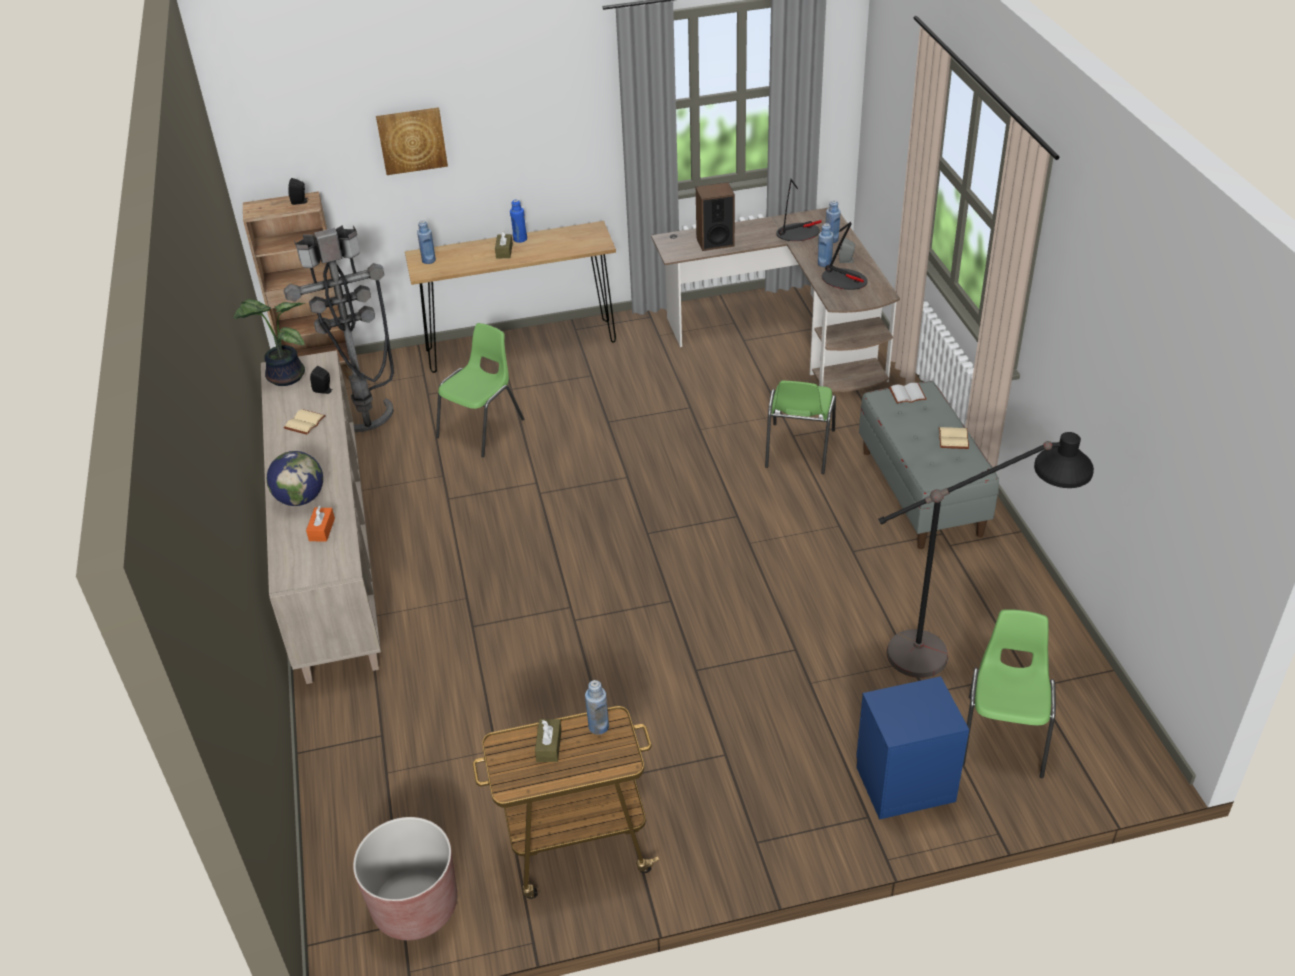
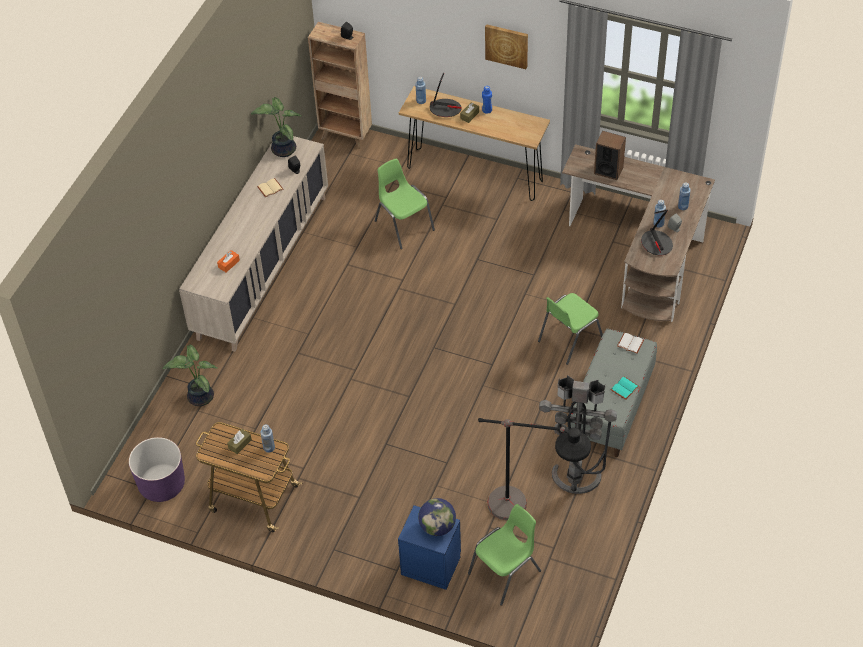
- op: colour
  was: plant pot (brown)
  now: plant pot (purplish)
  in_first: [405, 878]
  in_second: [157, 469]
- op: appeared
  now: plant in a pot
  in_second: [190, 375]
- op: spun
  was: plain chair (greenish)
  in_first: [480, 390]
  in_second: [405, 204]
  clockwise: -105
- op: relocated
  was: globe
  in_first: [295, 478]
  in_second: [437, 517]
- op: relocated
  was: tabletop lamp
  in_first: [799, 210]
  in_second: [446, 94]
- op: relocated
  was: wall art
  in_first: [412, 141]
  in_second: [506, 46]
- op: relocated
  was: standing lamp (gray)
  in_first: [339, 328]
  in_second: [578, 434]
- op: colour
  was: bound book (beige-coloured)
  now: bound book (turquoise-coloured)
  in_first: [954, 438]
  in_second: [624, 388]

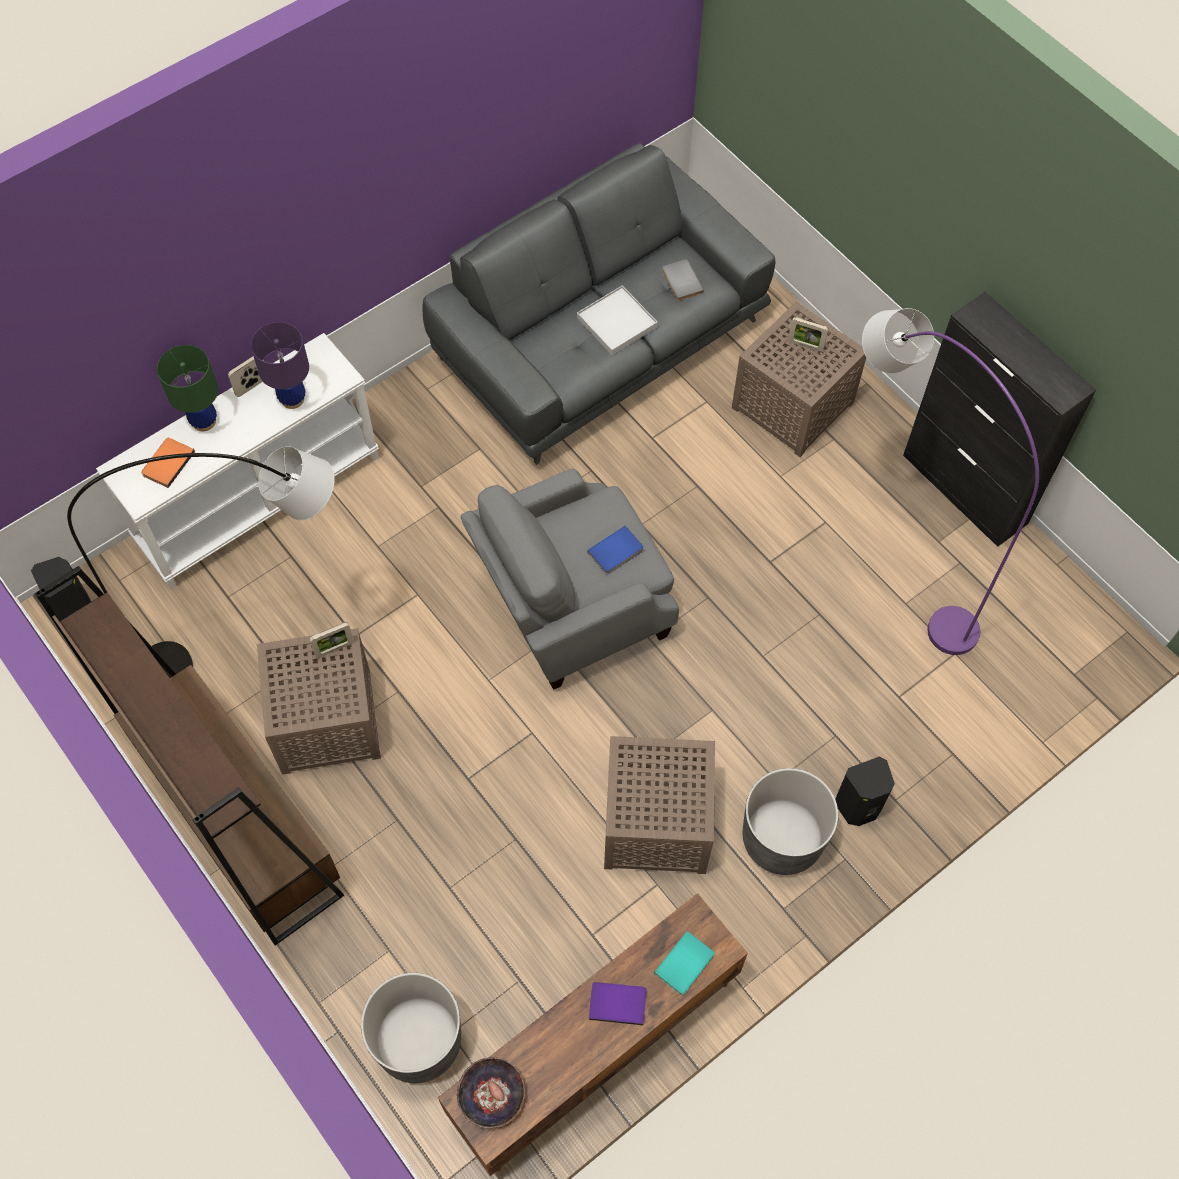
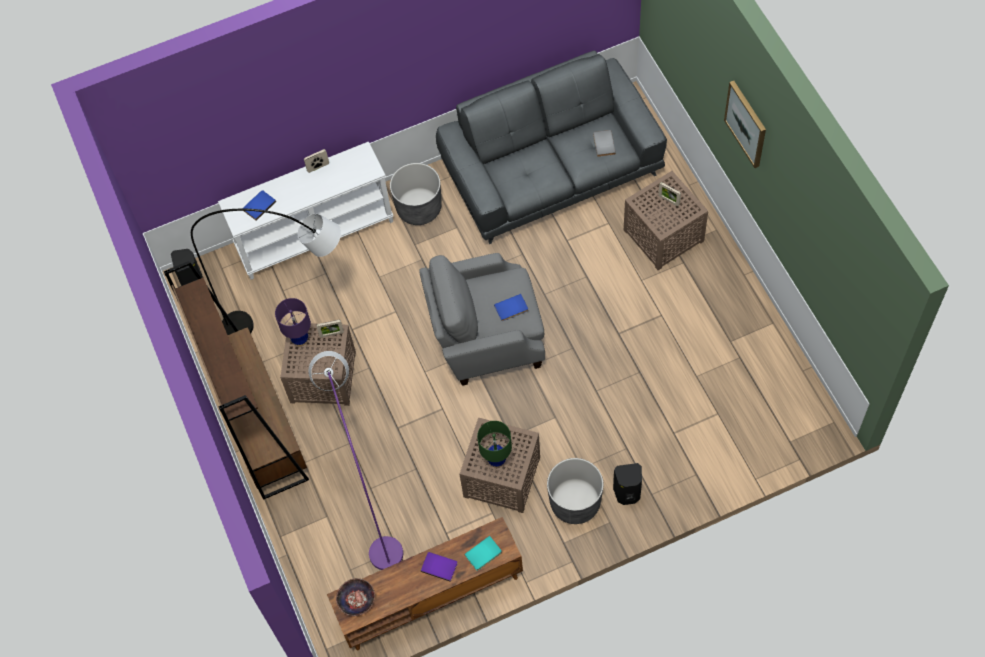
- op: colour
  was: bound book (orange)
  now: bound book (blue-coloured)
  in_first: [168, 463]
  in_second: [259, 205]
- op: relocated
  was: tabletop lamp (purplish)
  in_first: [280, 365]
  in_second: [293, 322]
- op: relocated
  was: standing lamp (purplish)
  in_first: [950, 481]
  in_second: [356, 460]
- op: relocated
  was: plant pot (gray)
  in_first: [411, 1028]
  in_second: [416, 194]
- op: relocated
  was: tabletop lamp (greenish)
  in_first: [187, 388]
  in_second: [494, 444]
- op: appeared
  now: wall art
  in_second: [745, 124]
- op: missing
  was: tray (white)
  in_first: [617, 320]
- op: missing
  was: cabinet (blackish)
  in_first: [999, 419]

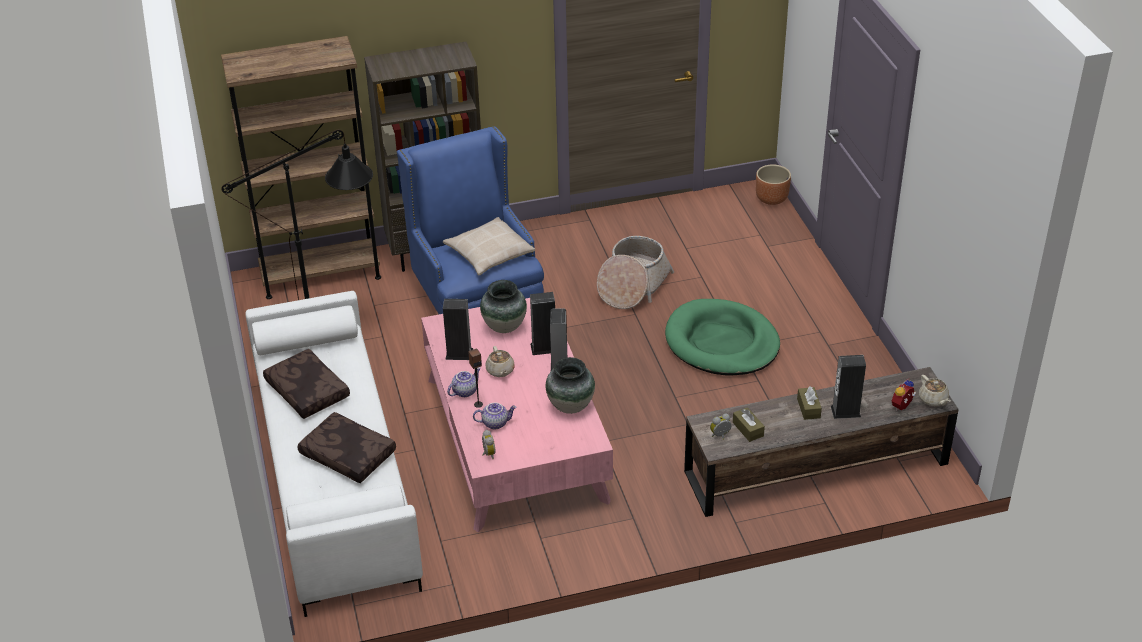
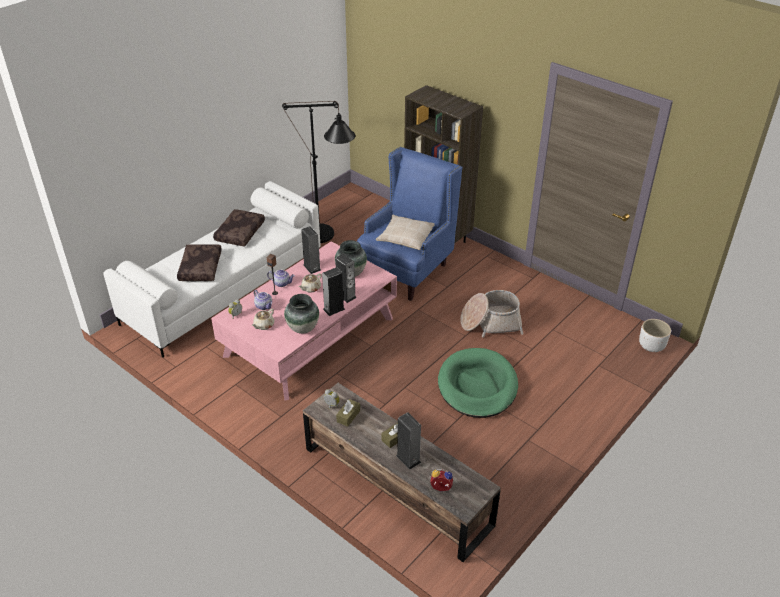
- op: relocated
  was: tea pot (beige-coloured)
  in_first: [935, 390]
  in_second: [262, 319]
- op: colour
  was: plant pot (brown)
  now: plant pot (white)
  in_first: [773, 184]
  in_second: [655, 335]
- op: missing
  was: bookshelf (brown)
  in_first: [301, 167]

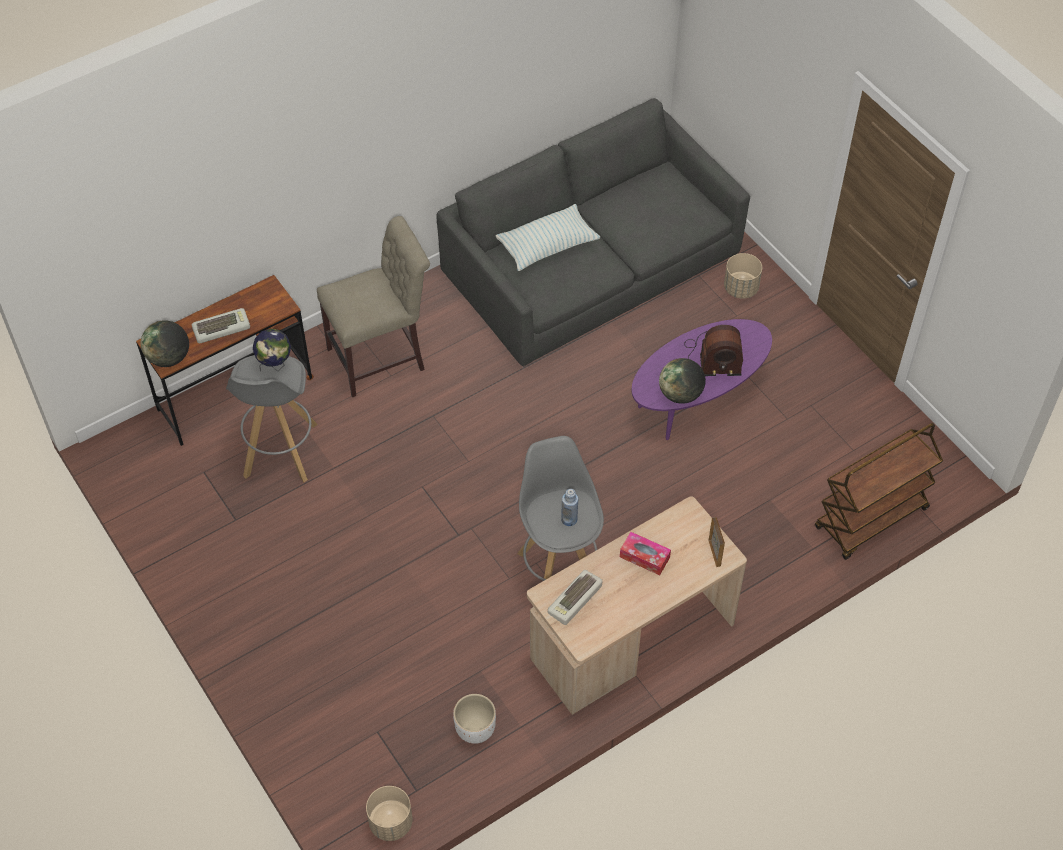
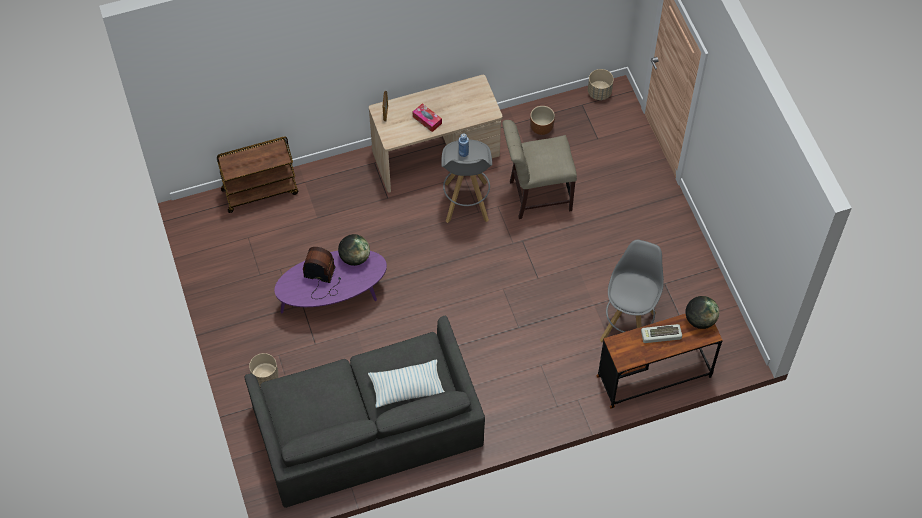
- op: relocated
  was: plain chair (beige-coloured)
  in_first: [373, 306]
  in_second: [539, 169]
- op: colour
  was: plant pot (white)
  now: plant pot (brown)
  in_first: [474, 719]
  in_second: [542, 120]
- op: missing
  was: globe
  in_first: [272, 350]
- op: missing
  was: computer keyboard
  in_first: [575, 597]

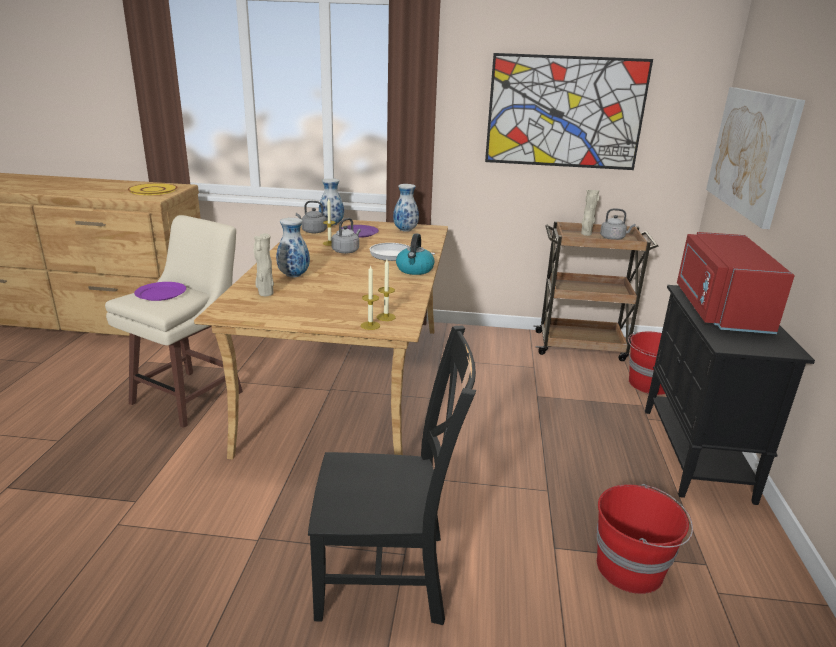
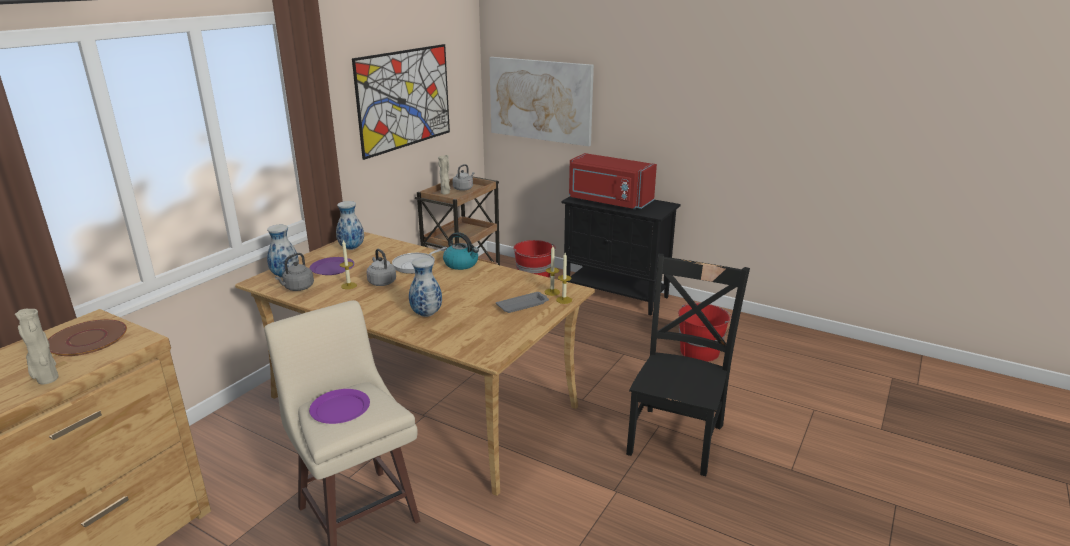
- op: relocated
  was: vase (beige-coloured)
  in_first: [263, 264]
  in_second: [36, 346]
- op: colour
  was: flat dish (yellowish)
  now: flat dish (brown)
  in_first: [152, 189]
  in_second: [87, 337]
- op: appeared
  now: tray (gray)
  in_second: [522, 302]

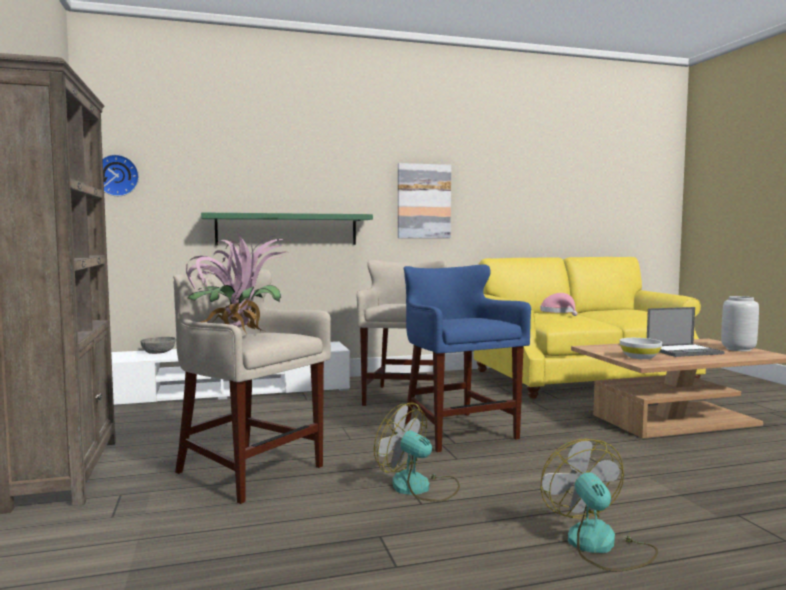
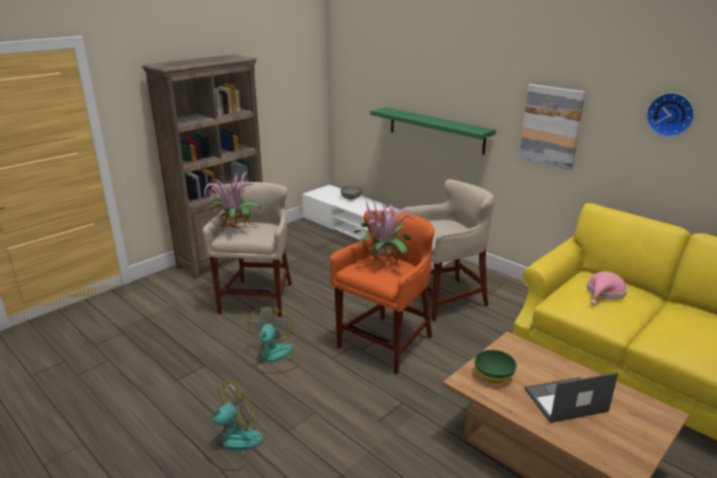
- op: colour
  was: stool (blue-coloured)
  now: stool (orange)
  in_first: [467, 359]
  in_second: [382, 292]
- op: appeared
  now: plant in a pot
  in_second: [386, 234]
- op: colour
  was: serving bowl (white)
  now: serving bowl (greenish)
  in_first: [641, 348]
  in_second: [496, 366]
- op: spun
  was: notebook computer
  in_first: [686, 332]
  in_second: [571, 397]
  clockwise: 120
- op: relocated
  was: hanging clock
  in_first: [121, 175]
  in_second: [670, 115]
- op: missing
  was: vase (gray)
  in_first: [740, 323]

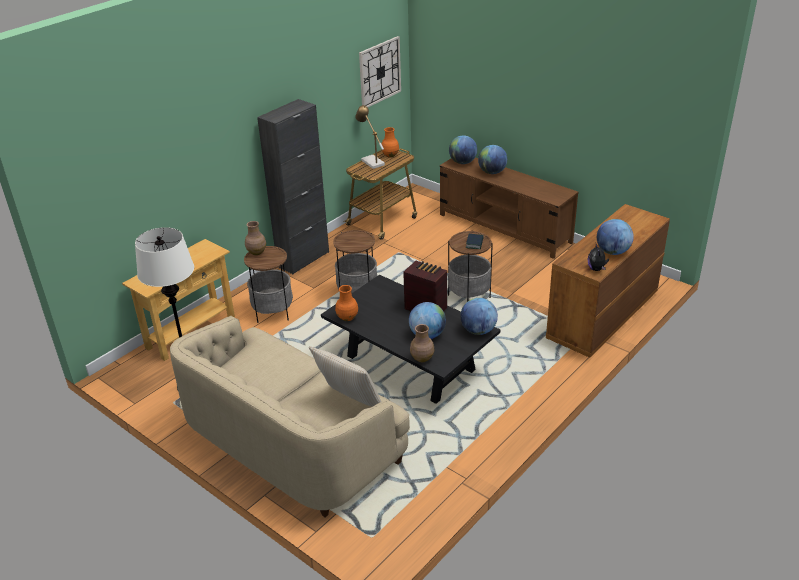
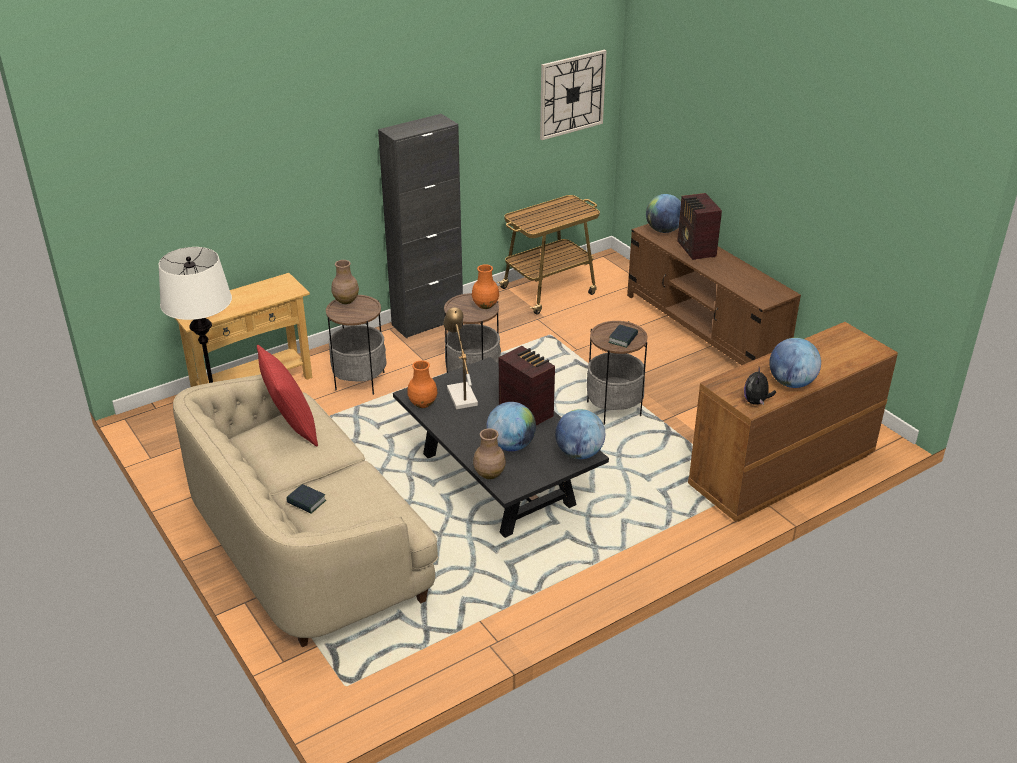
- op: appeared
  now: cushion (reddish)
  in_second: [287, 396]
- op: appeared
  now: bound book
  in_second: [306, 498]
- op: relocated
  was: tabletop lamp
  in_first: [370, 137]
  in_second: [460, 358]
- op: relocated
  was: vase (orange)
  in_first: [390, 142]
  in_second: [485, 286]
- op: exchanged
  was: globe
  now: radio receiver
  in_first: [492, 159]
  in_second: [699, 226]
- op: missing
  was: cushion (beige-coloured)
  in_first: [345, 376]

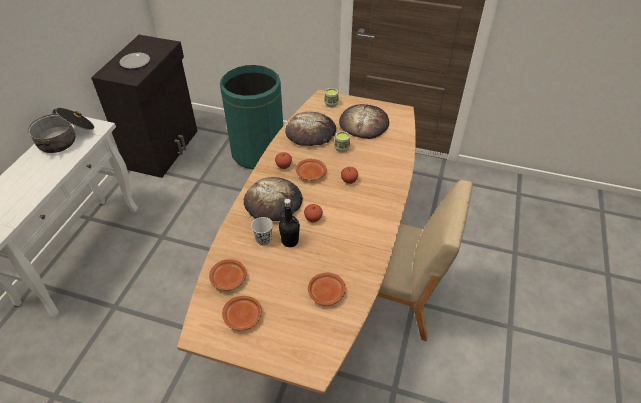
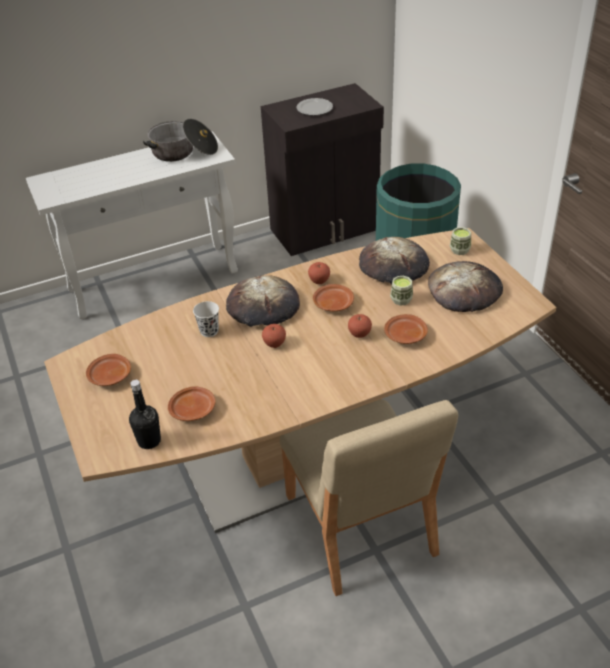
- op: relocated
  was: drink bottle (blackish)
  in_first: [289, 223]
  in_second: [145, 414]
- op: relocated
  was: flat dish (brown)
  in_first: [228, 275]
  in_second: [406, 329]

